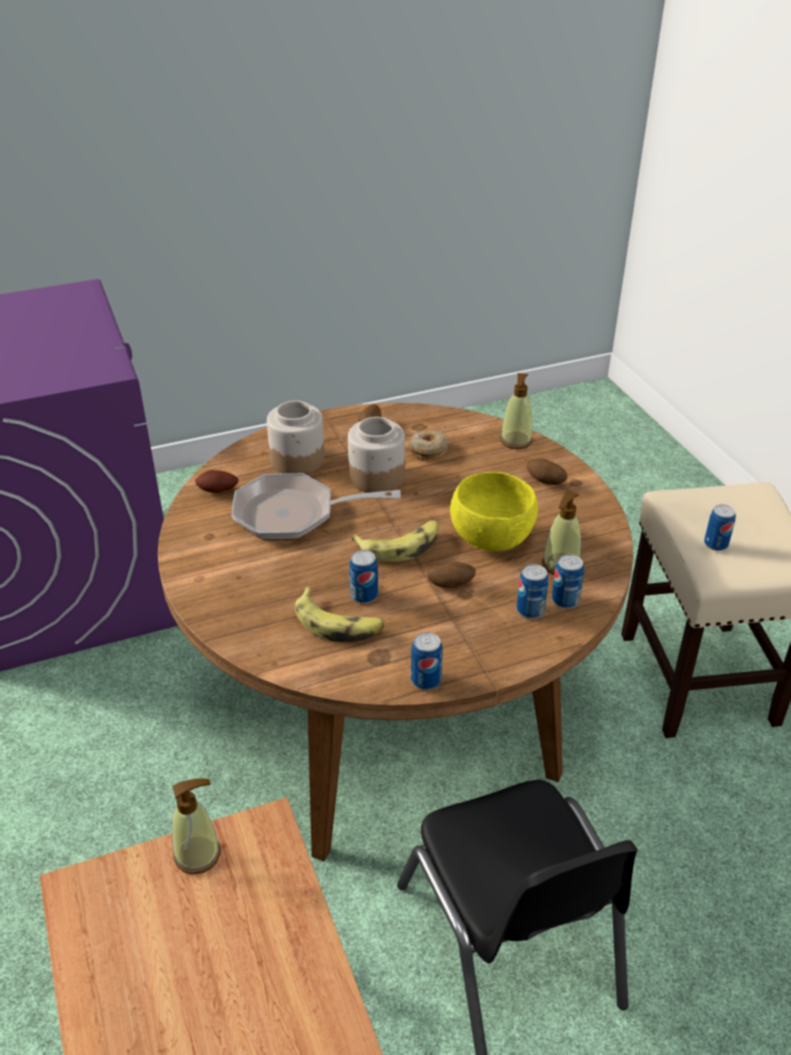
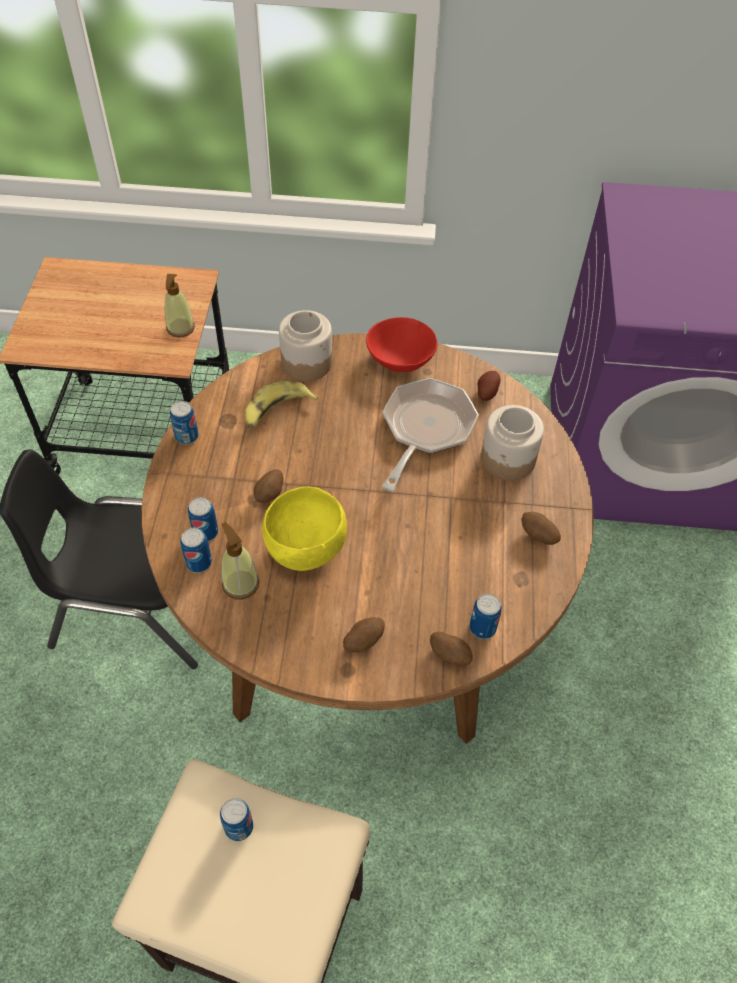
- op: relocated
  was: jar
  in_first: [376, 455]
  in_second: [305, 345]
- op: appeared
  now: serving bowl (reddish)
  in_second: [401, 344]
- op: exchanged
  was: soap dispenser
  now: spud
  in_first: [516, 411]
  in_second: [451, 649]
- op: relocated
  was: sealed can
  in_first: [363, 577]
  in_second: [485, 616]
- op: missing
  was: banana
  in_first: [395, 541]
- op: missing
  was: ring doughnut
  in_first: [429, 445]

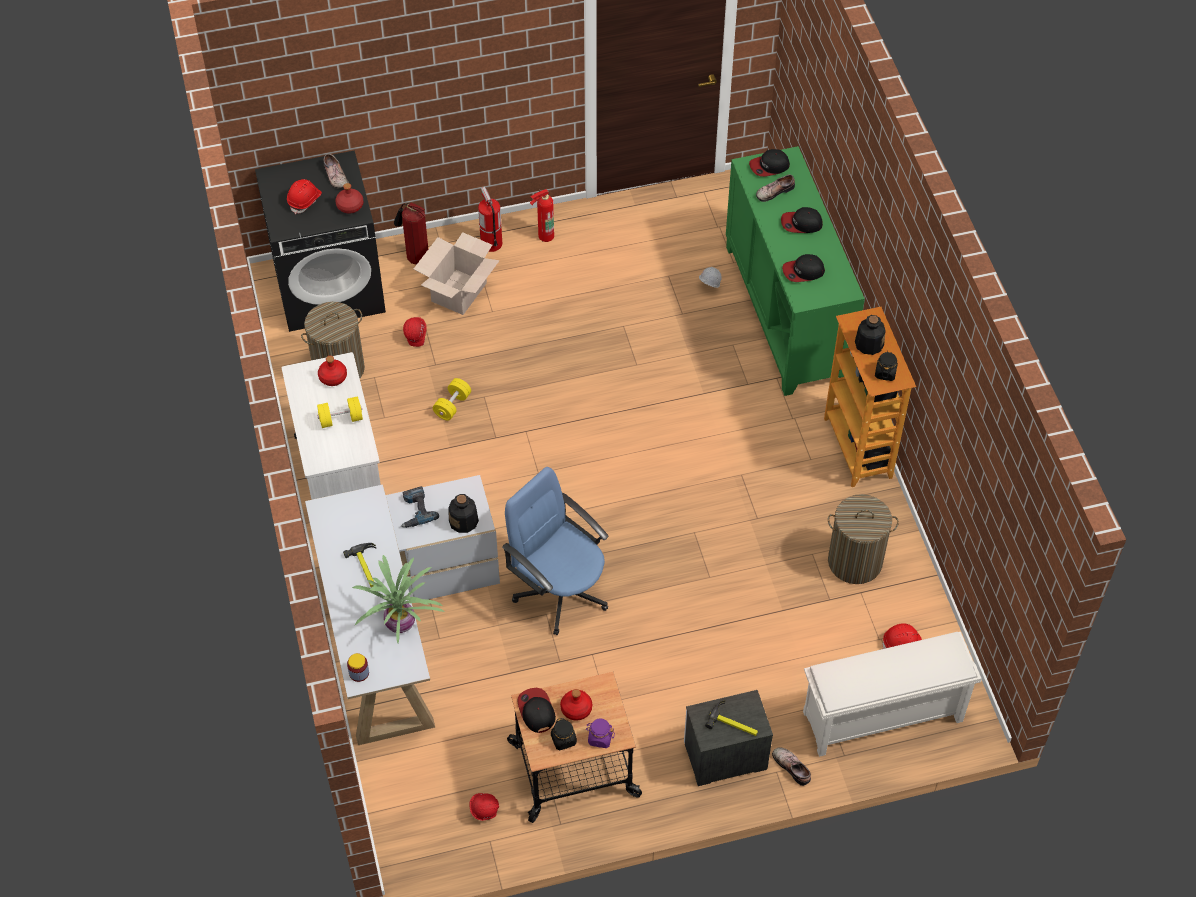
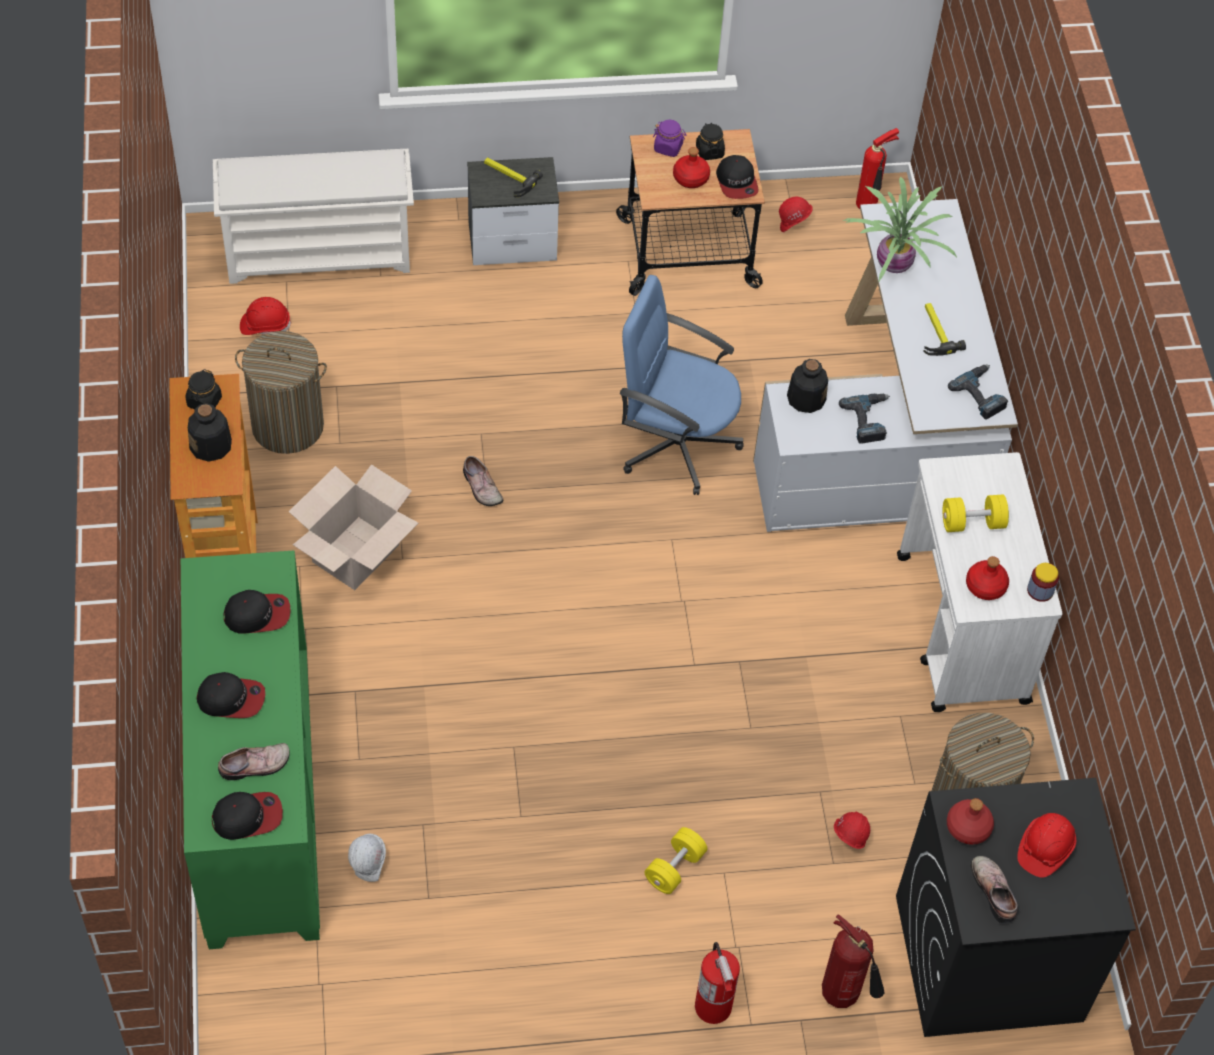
- op: relocated
  was: cardboard box
  in_first: [456, 273]
  in_second: [353, 527]
- op: relocated
  was: item of footwear
  in_first: [791, 766]
  in_second: [483, 481]
- op: spun
  was: office chair (blue-coloured)
  in_first: [555, 551]
  in_second: [682, 385]
  clockwise: 150
- op: relocated
  was: free weight (yellowish)
  in_first: [452, 399]
  in_second: [675, 860]
- op: relocated
  was: fire extinguisher
  in_first: [542, 215]
  in_second: [877, 168]
- op: appeared
  now: drill
  in_second: [978, 392]
- op: relocated
  was: jar
  in_first: [358, 667]
  in_second: [1043, 582]

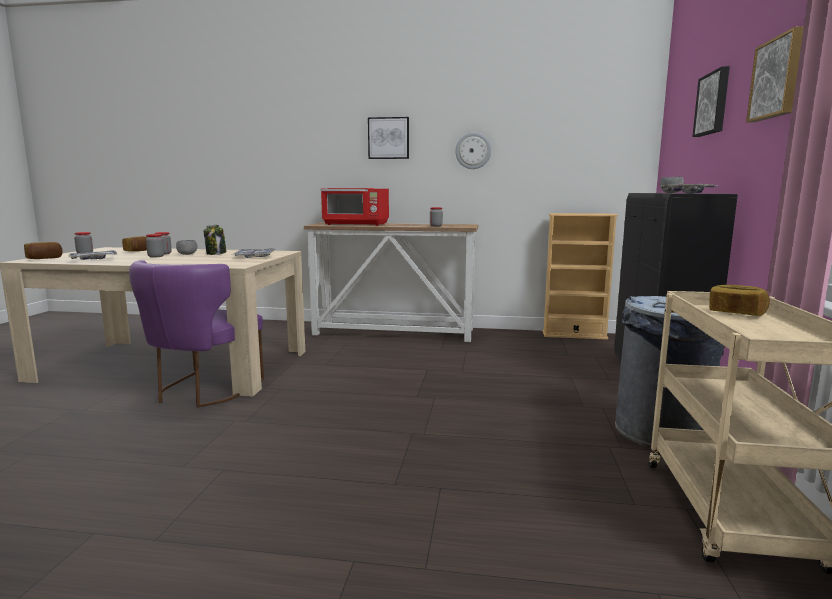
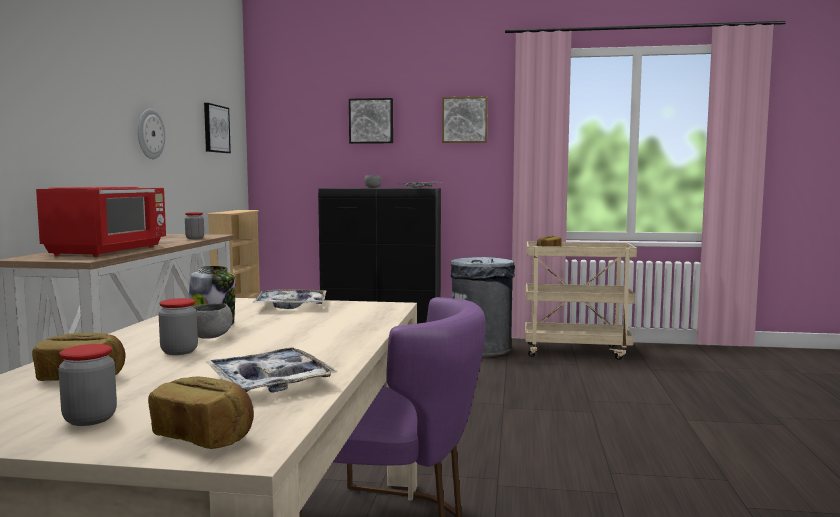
- op: relocated
  was: wall art
  in_first: [388, 138]
  in_second: [217, 128]
- op: missing
  was: jar
  in_first: [155, 246]

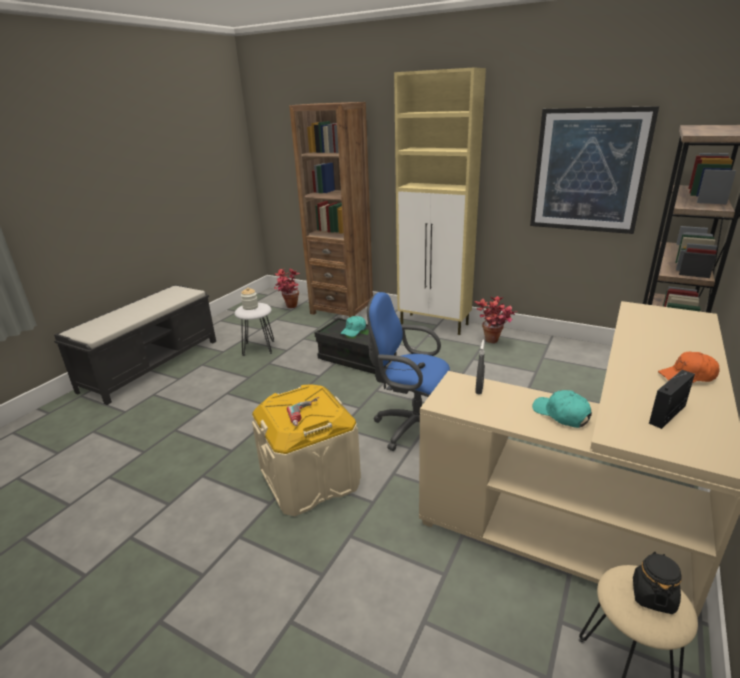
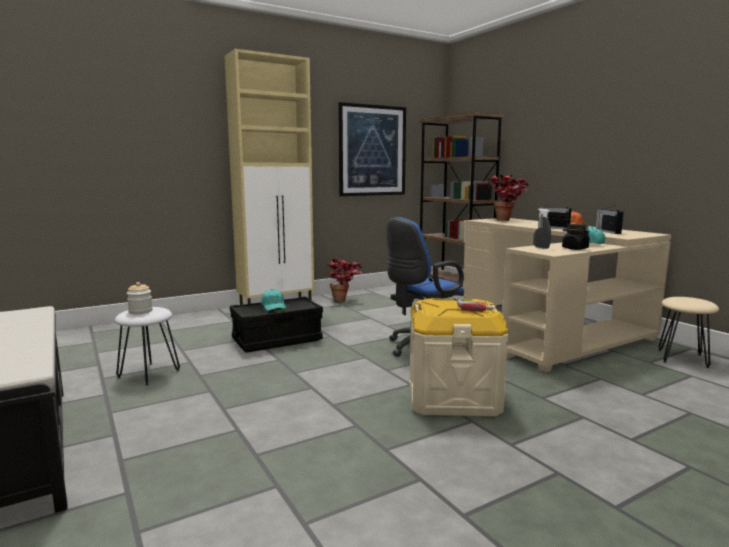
- op: relocated
  was: plant in a pot
  in_first: [287, 288]
  in_second: [507, 197]
- op: appeared
  now: radio receiver
  in_second: [555, 216]
- op: relocated
  was: jar (blackish)
  in_first: [657, 583]
  in_second: [576, 237]
- op: missing
  was: bookshelf (brown)
  in_first: [331, 209]

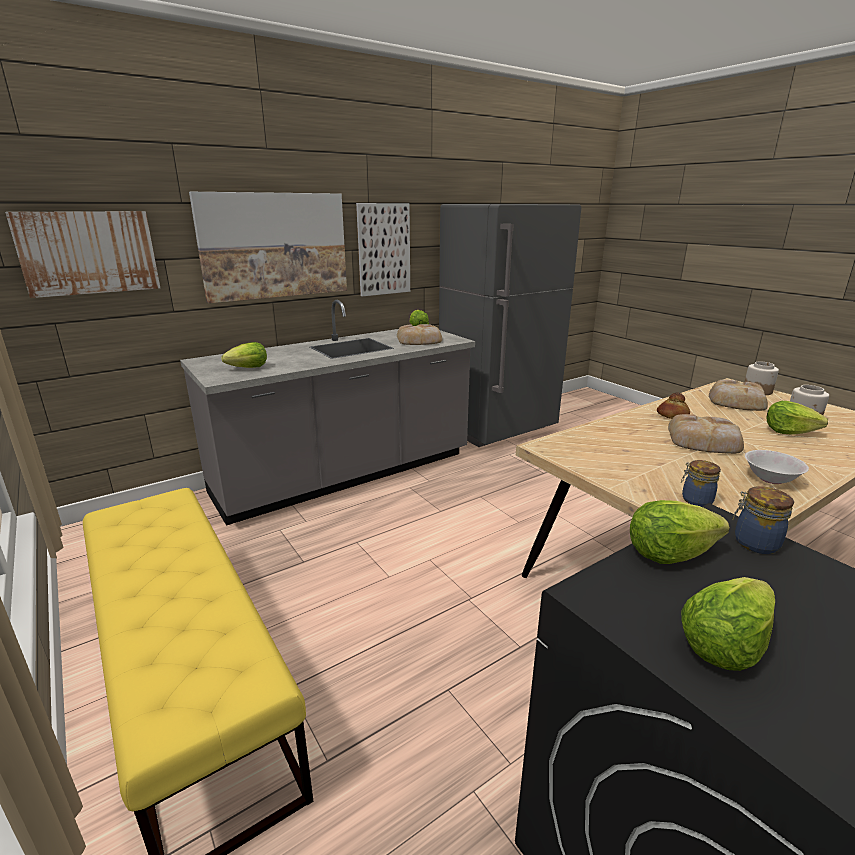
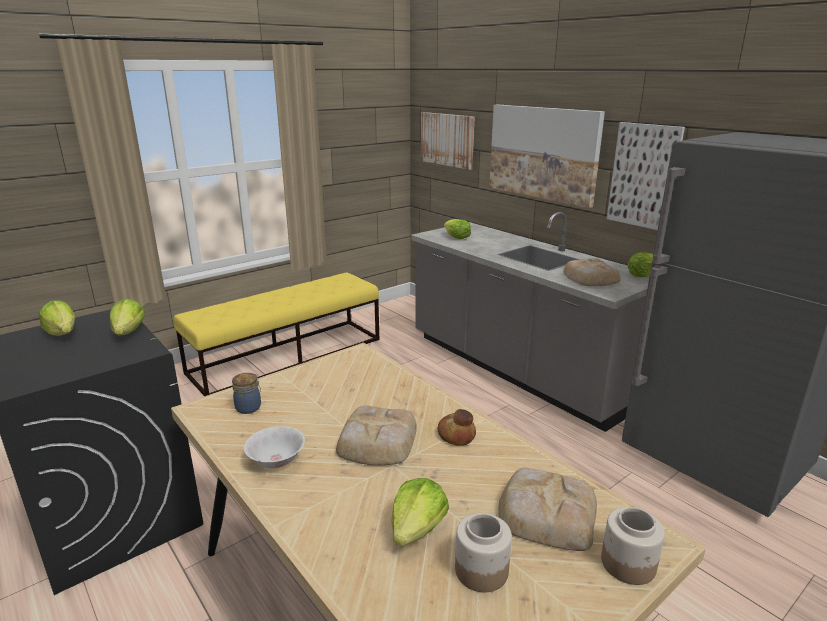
- op: missing
  was: jar
  in_first: [763, 520]

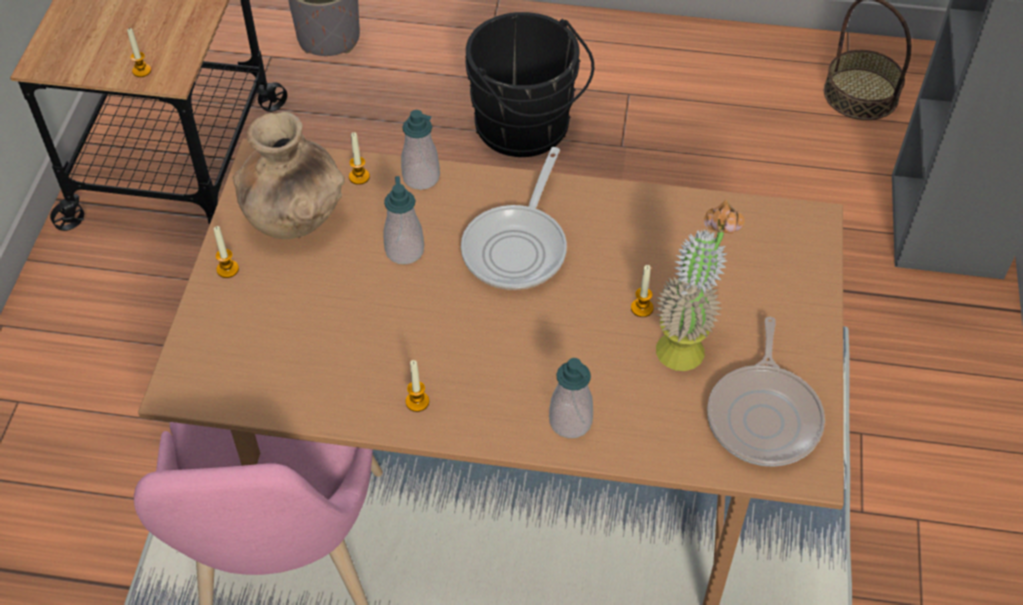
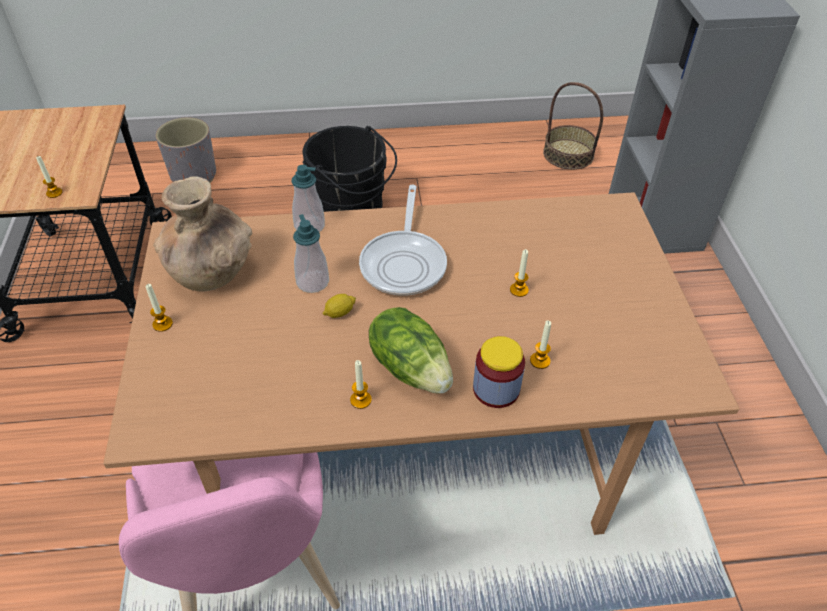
- op: appeared
  now: citrus fruit
  in_second: [339, 306]
- op: appeared
  now: lettuce
  in_second: [411, 350]
- op: exchanged
  was: soap dispenser
  now: jar
  in_first: [571, 398]
  in_second: [499, 372]
- op: relocated
  was: wax candle
  in_first: [359, 158]
  in_second: [540, 344]
- op: missing
  was: plant in a pot
  in_first: [700, 285]
- op: missing
  was: pan
  in_first: [766, 392]

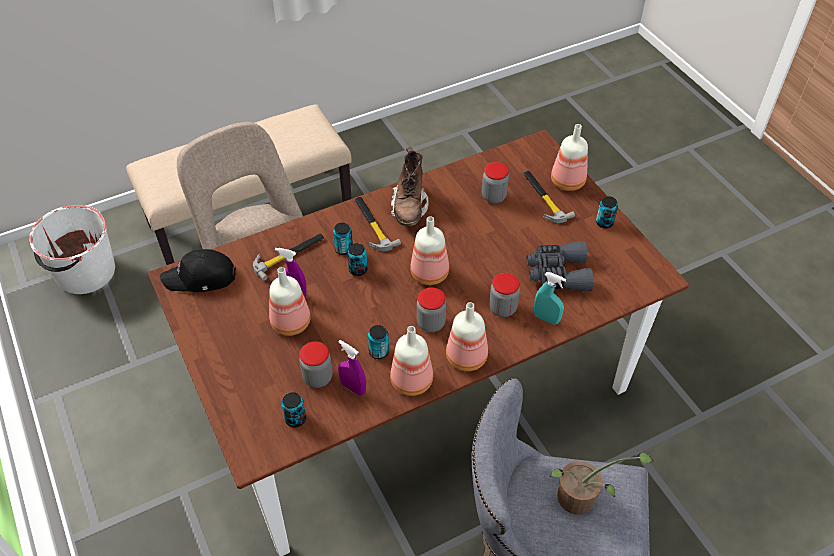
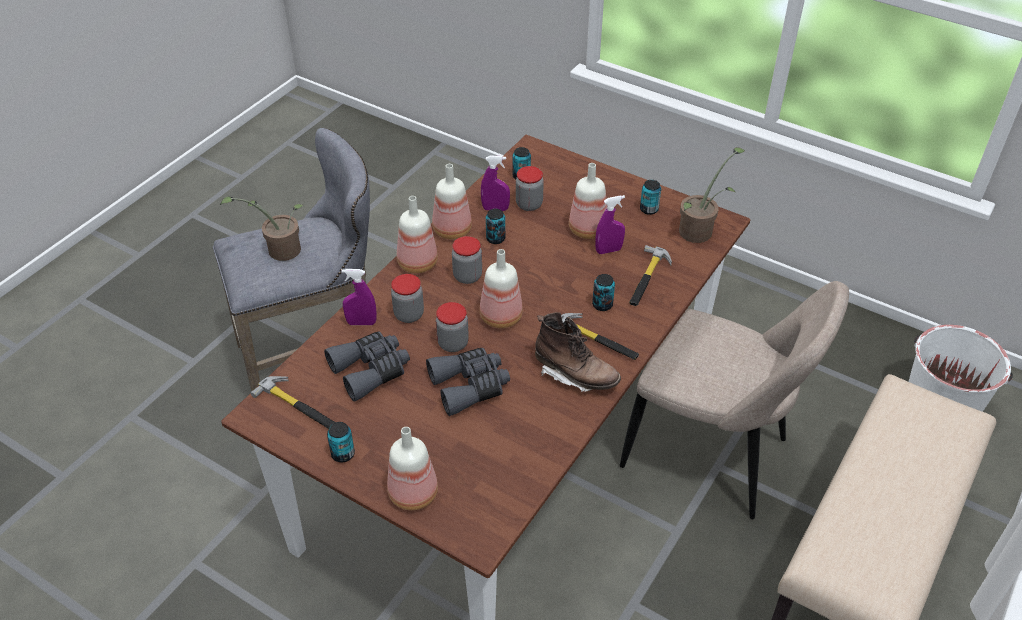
- op: relocated
  was: hammer
  in_first: [549, 197]
  in_second: [293, 402]
- op: colour
  was: sprayer (turquoise-coloured)
  now: sprayer (purplish)
  in_first: [550, 298]
  in_second: [359, 297]
- op: appeared
  now: binoculars (gray)
  in_second: [468, 382]
- op: relocated
  was: jar
  in_first: [495, 182]
  in_second: [452, 327]
- op: spun
  was: high-top boot (brown)
  in_first: [410, 186]
  in_second: [578, 352]
  clockwise: 150
- op: relocated
  was: sealed can
  in_first: [357, 259]
  in_second: [650, 197]
- op: exchanged
  was: cap (blackish)
  now: plant in a pot
  in_first: [198, 270]
  in_second: [712, 195]

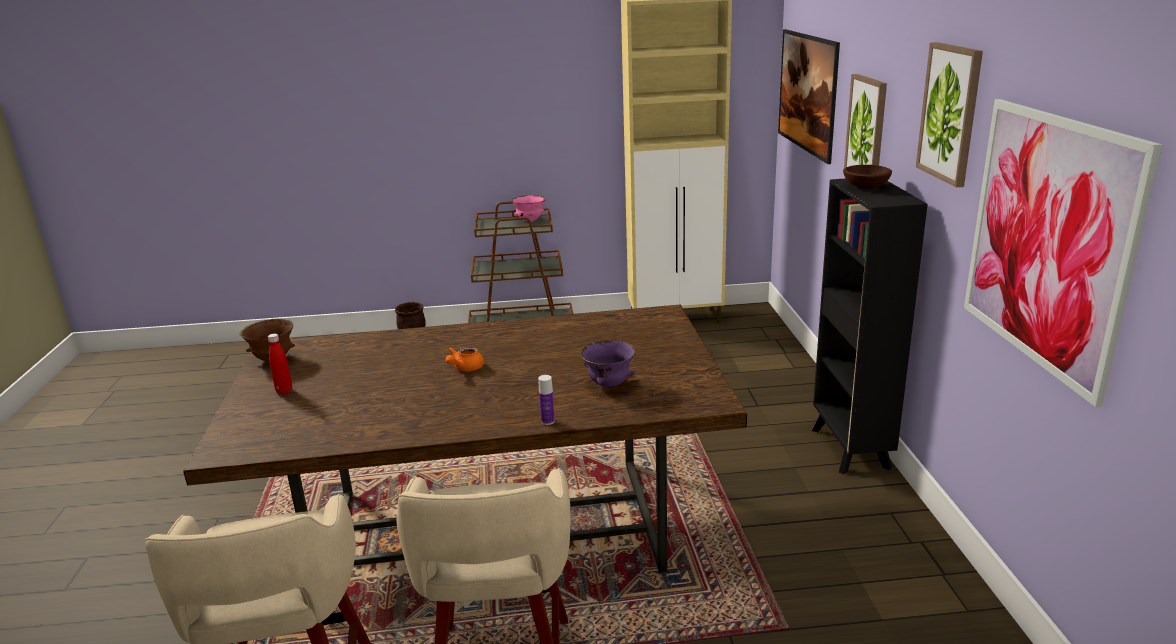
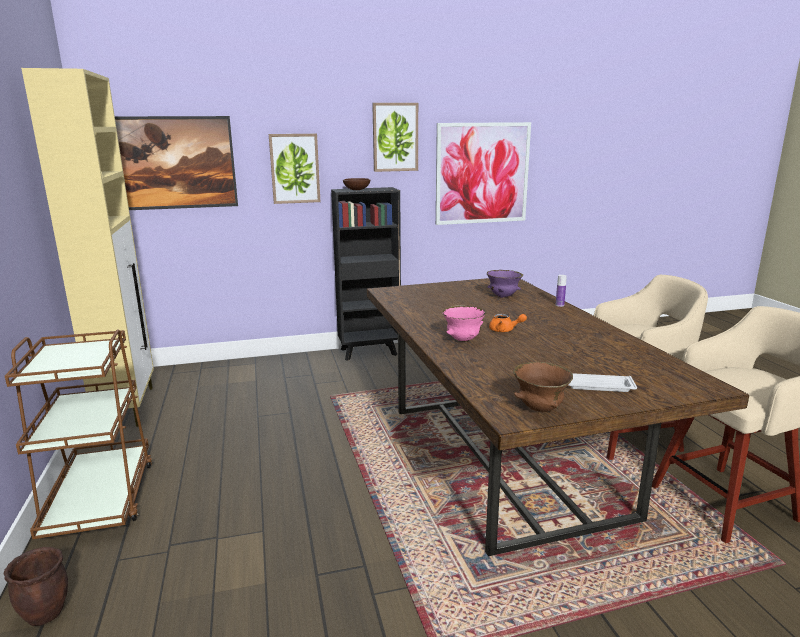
- op: relocated
  was: serving bowl (pink)
  in_first: [529, 208]
  in_second: [464, 323]
- op: exchanged
  was: drink bottle (reddish)
  now: tray (white)
  in_first: [280, 364]
  in_second: [602, 382]

